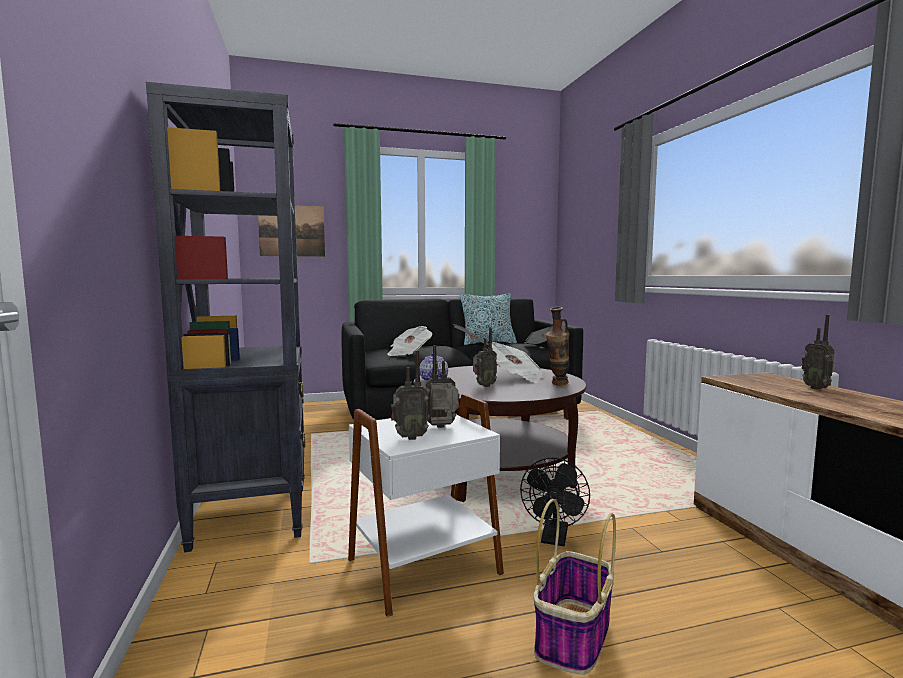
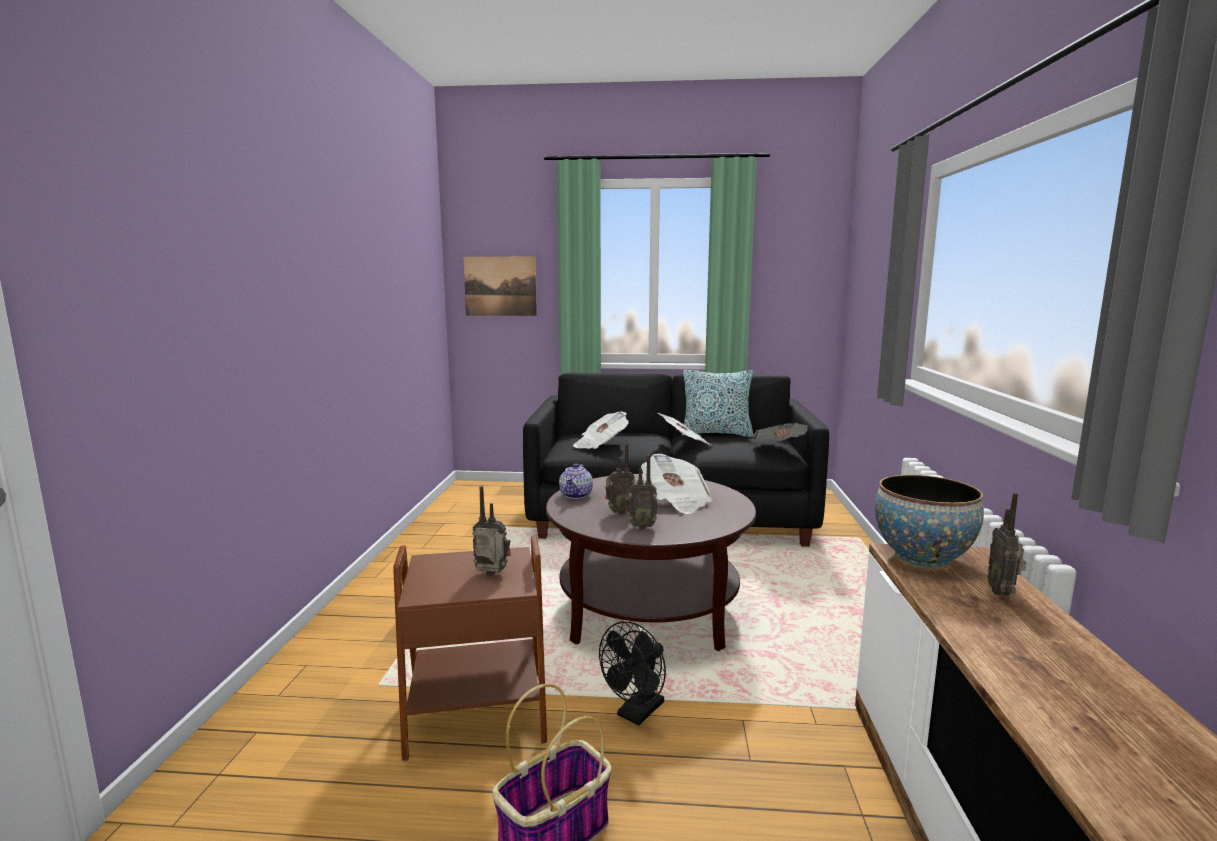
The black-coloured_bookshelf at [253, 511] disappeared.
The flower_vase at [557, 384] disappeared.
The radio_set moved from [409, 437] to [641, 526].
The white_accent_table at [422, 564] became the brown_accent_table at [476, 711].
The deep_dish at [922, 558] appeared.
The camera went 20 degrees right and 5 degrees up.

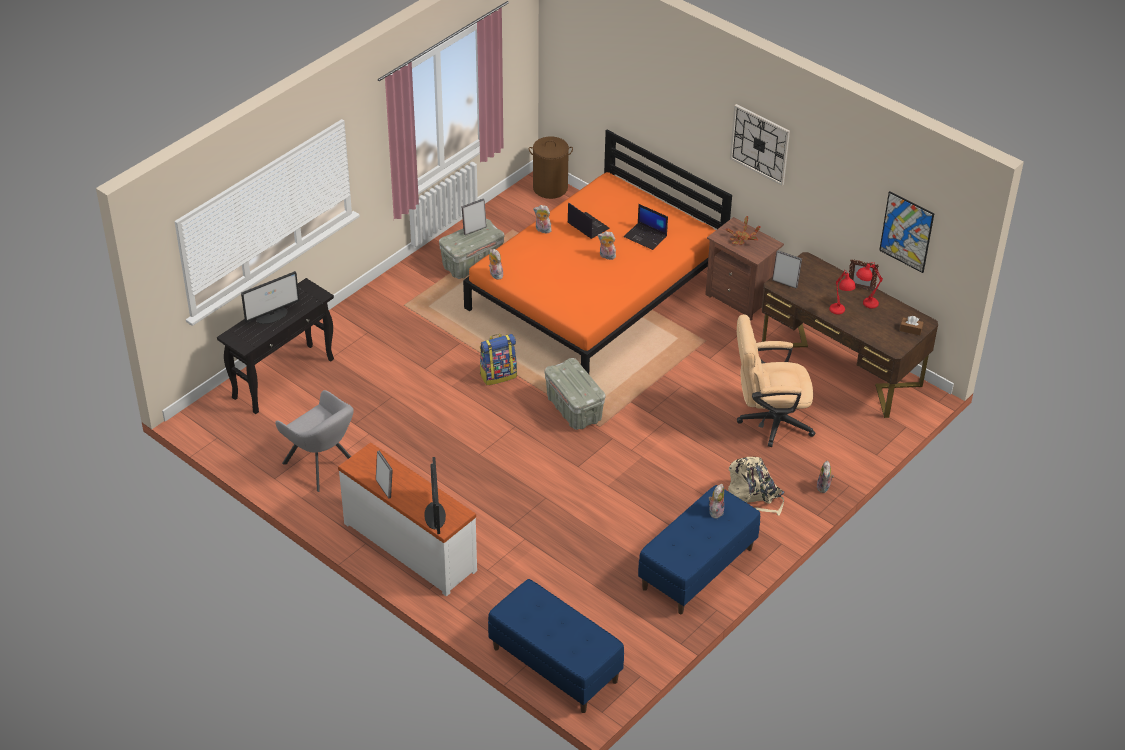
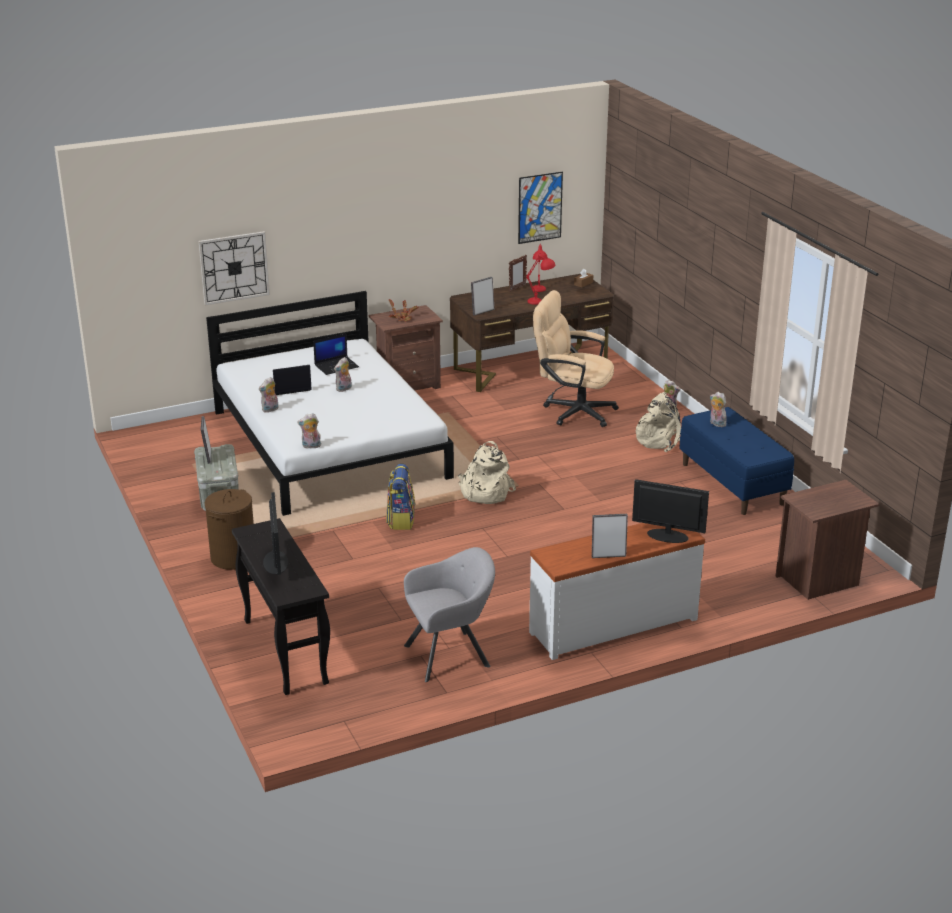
The hanging_clock moved from [760, 144] to [234, 267].
The orange-coloured_bed at [597, 291] became the white_bed at [330, 444].
The brown_laundry_basket moved from [550, 188] to [233, 557].
The beige_computer_chair at [768, 421] turned 90 degrees clockwise.
The grey_storage_bin at [574, 409] was replaced by the beige_backpack at [484, 492].
The blue_long_seat at [554, 665] was replaced by the brown_bedside_table at [819, 580].
The camera went 65 degrees left and 15 degrees down.

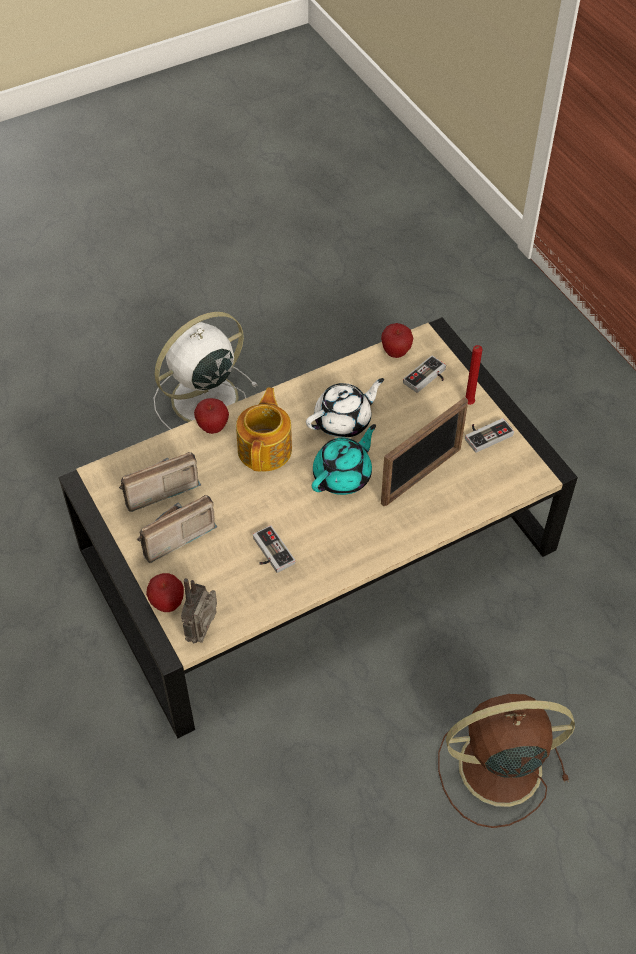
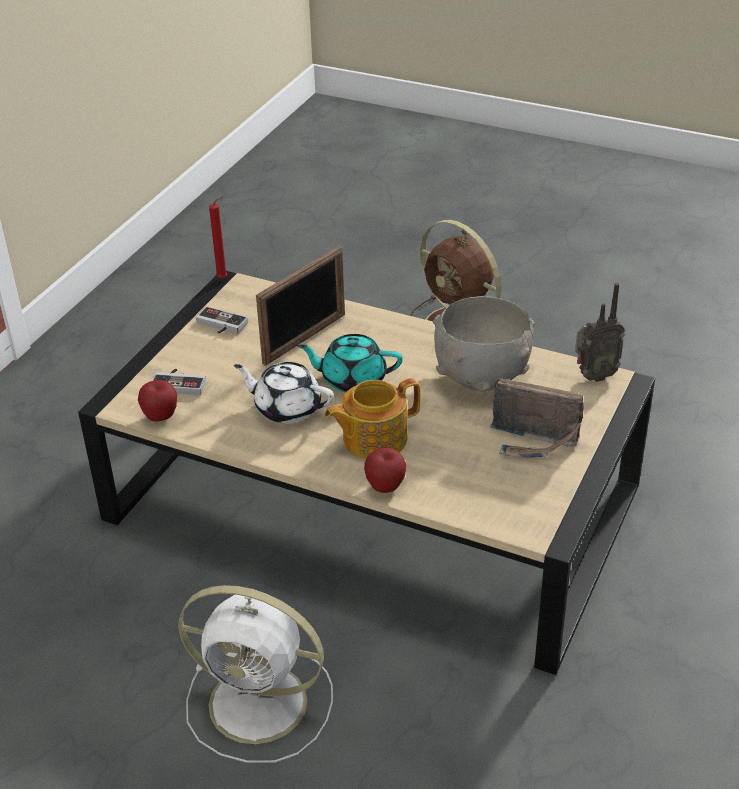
The red-coloured_wax_candle moved from [468, 404] to [224, 278].
The picture_frame at [421, 476] turned 120 degrees clockwise.
The radio_set at [156, 488] disappeared.
The game_controller at [269, 553] was replaced by the grey_deep_dish at [481, 380].
The apple at [167, 603] disappeared.
The camera went 125 degrees left and 15 degrees down.

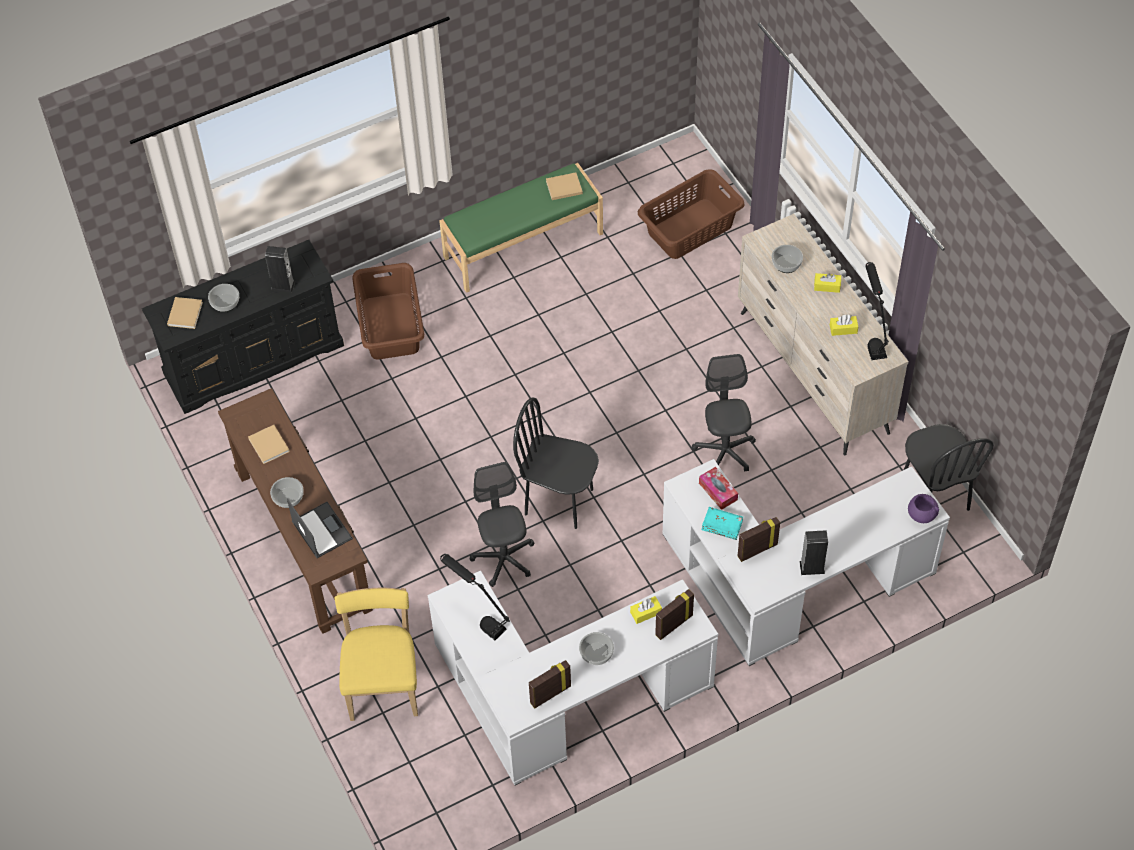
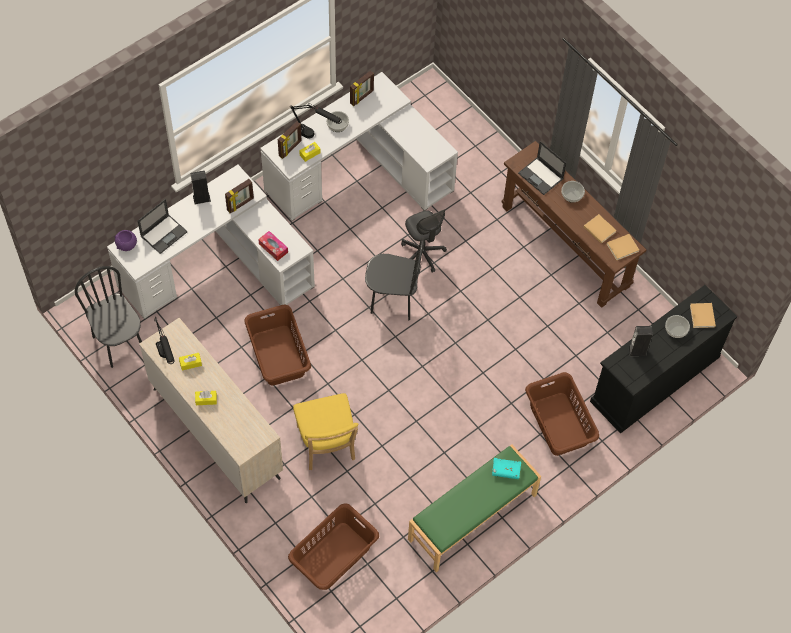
The beige_bound_book moved from [563, 187] to [623, 247].
The deep_dish at [786, 264] disappeared.
The grey_computer_chair at [724, 452] was replaced by the brown_laundry_basket at [278, 356].
The blue-green_bound_book moved from [722, 525] to [506, 470].
The black-coloured_lamp_for_a_table moved from [479, 617] to [316, 137].
The yellow-coloured_chair moved from [383, 683] to [326, 446].
The portable_computer at [164, 233] appeared.
The camera went 165 degrees right and 5 degrees up.

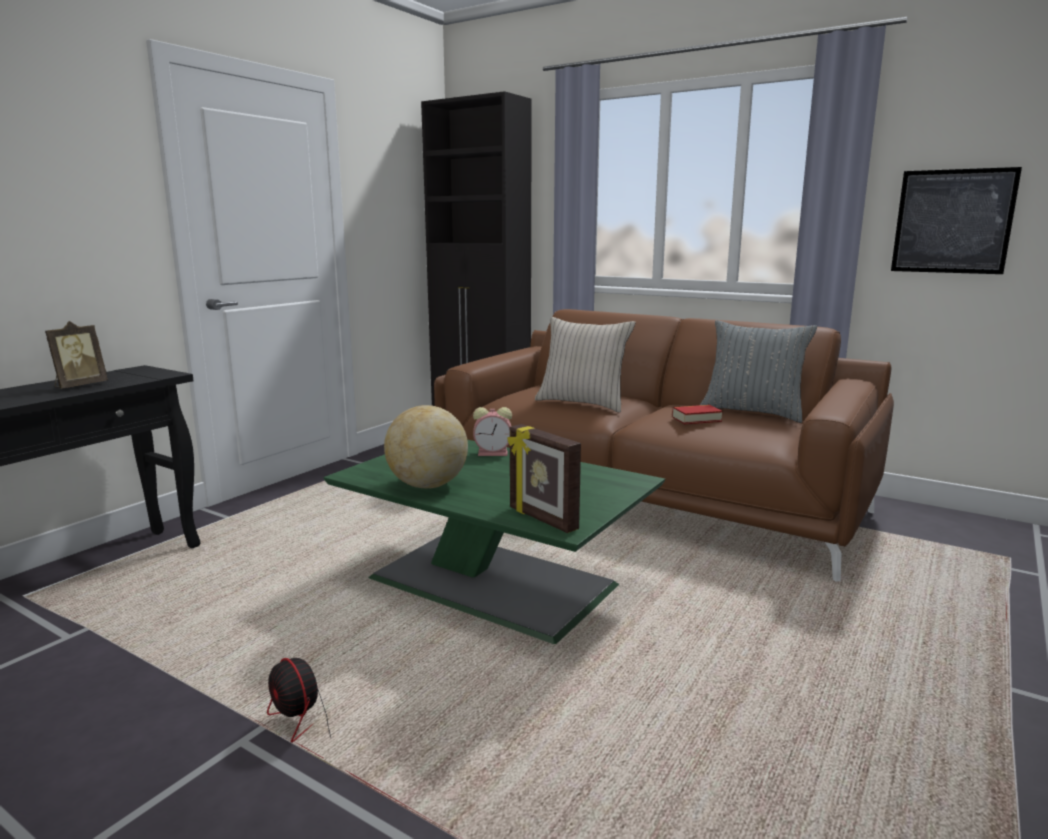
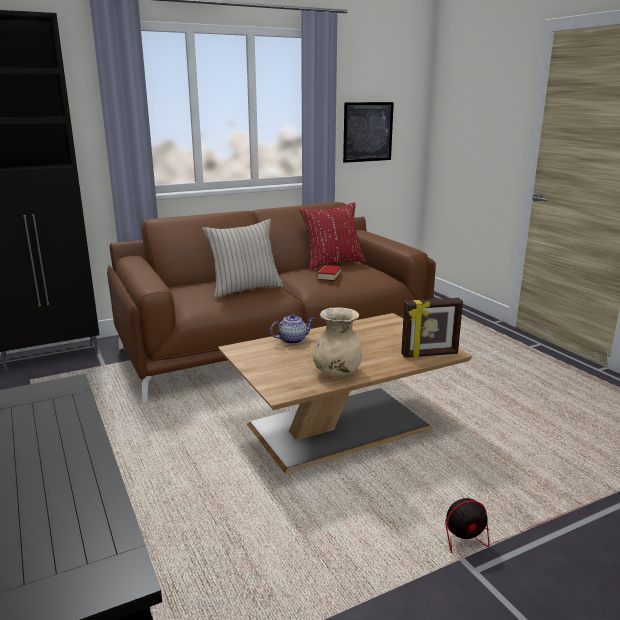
The grey_cushion at [752, 412] became the red-coloured_cushion at [332, 263].
The picture_frame at [79, 386] disappeared.
The world_globe at [427, 485] was replaced by the beige_flower_vase at [337, 373].
The table_clock at [494, 453] was replaced by the pot_for_tea at [293, 340].
The green_lounge_table at [497, 582] became the brown_lounge_table at [341, 425].
The camera went 60 degrees left and 5 degrees up.

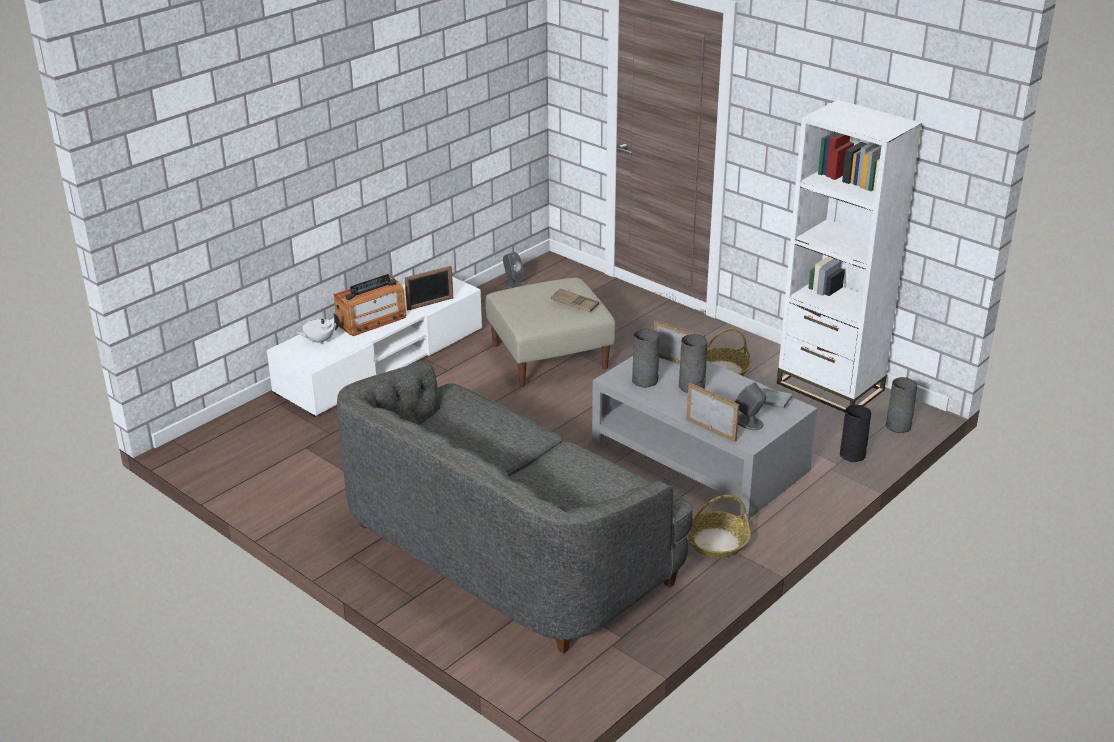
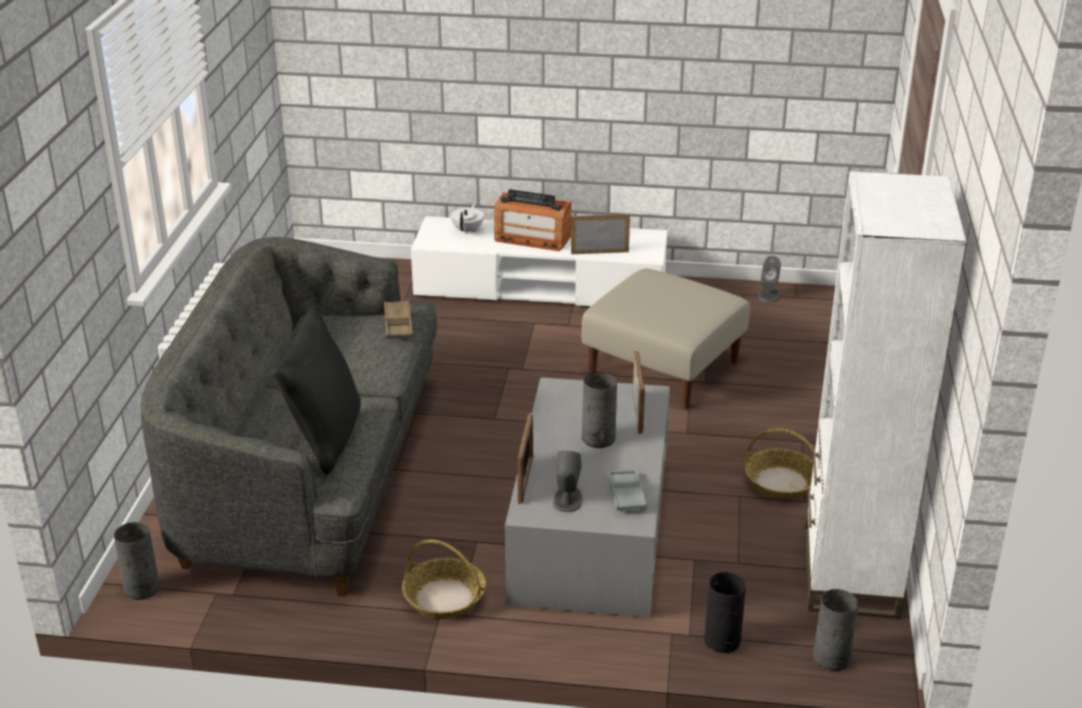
The picture_frame at [430, 304] turned 150 degrees clockwise.
The brown_carrying_tray moved from [574, 303] to [398, 324].
The white_pot_for_tea at [319, 340] turned 75 degrees clockwise.
The grey_flower_vase moved from [645, 381] to [141, 589].
The black-coloured_cushion at [324, 438] appeared.
The camera went 55 degrees right and 0 degrees up.

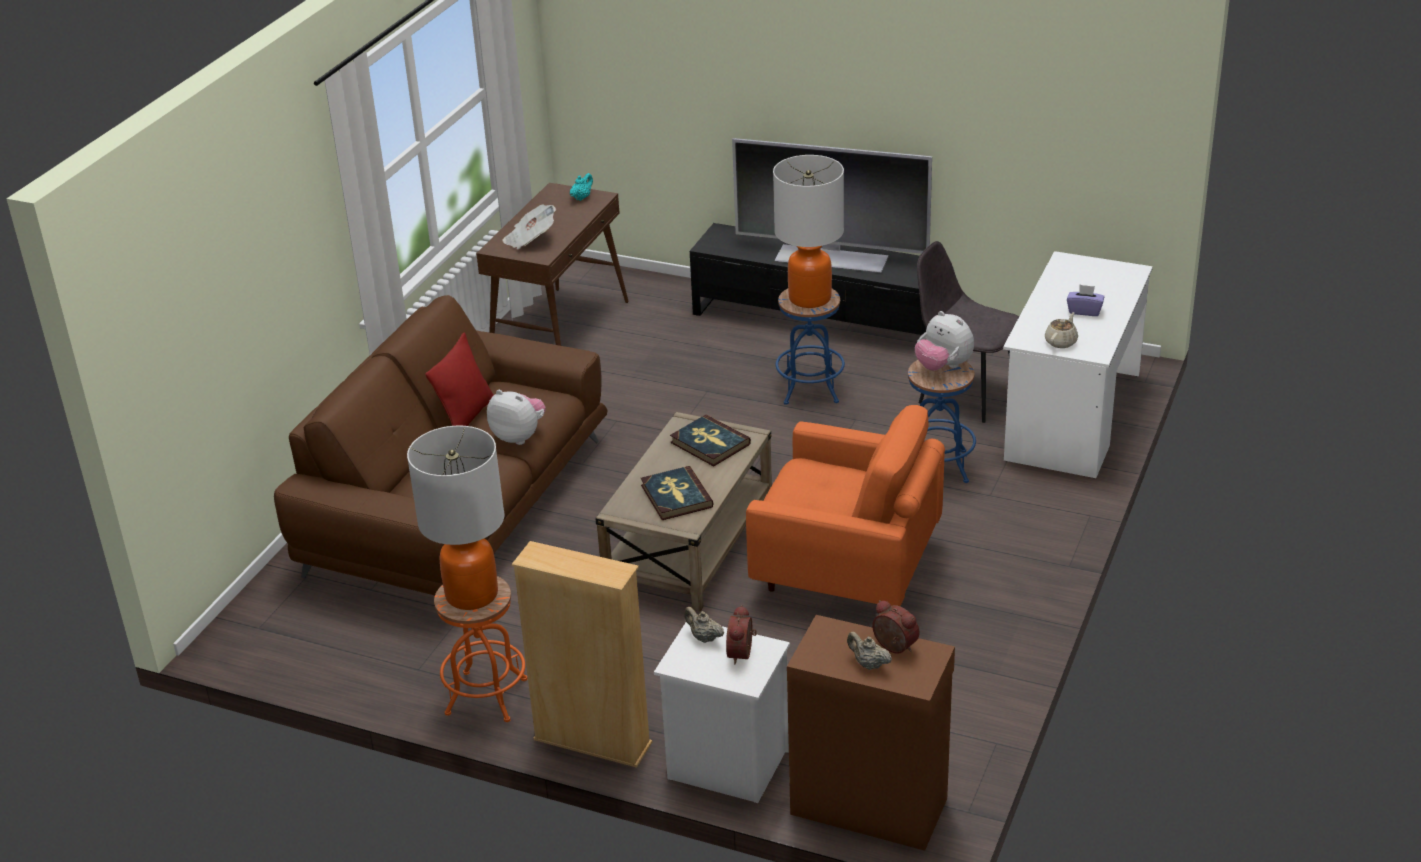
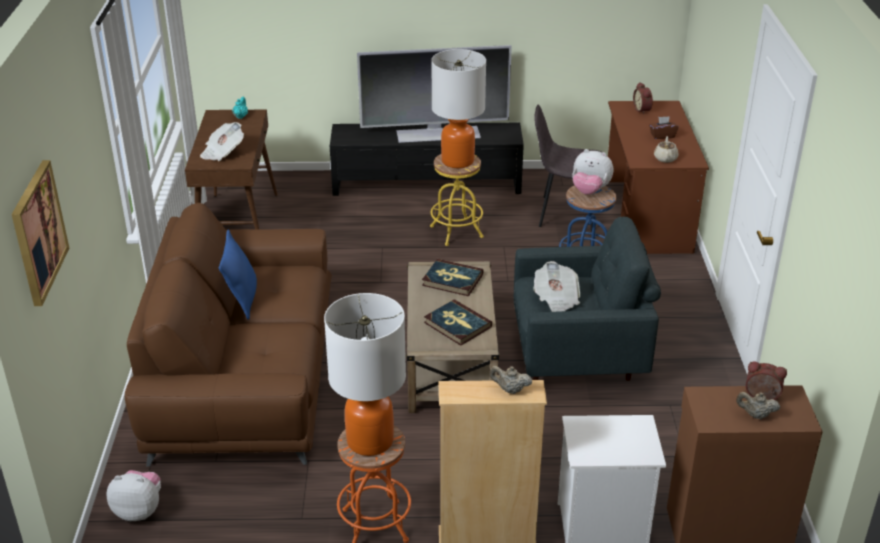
The white_desk_unit at [1072, 417] became the brown_desk_unit at [647, 216].
The purple_tissue_box at [1084, 311] became the brown_tissue_box at [662, 135].
The blue_sitting_stool at [810, 389] became the yellow-coloured_sitting_stool at [456, 232].
The red-coloured_cushion at [466, 417] became the blue_cushion at [242, 299].
The soft_toy moved from [519, 436] to [139, 510].
The orange-coloured_lounge_chair at [847, 570] became the grey_lounge_chair at [579, 354].
The table_clock moved from [743, 653] to [643, 110].
The beige_pot_for_tea moved from [704, 637] to [510, 390].
The wall_picture at [38, 232] appeared.
The daily_paper at [556, 299] appeared.
The camera went 25 degrees left and 0 degrees up.

